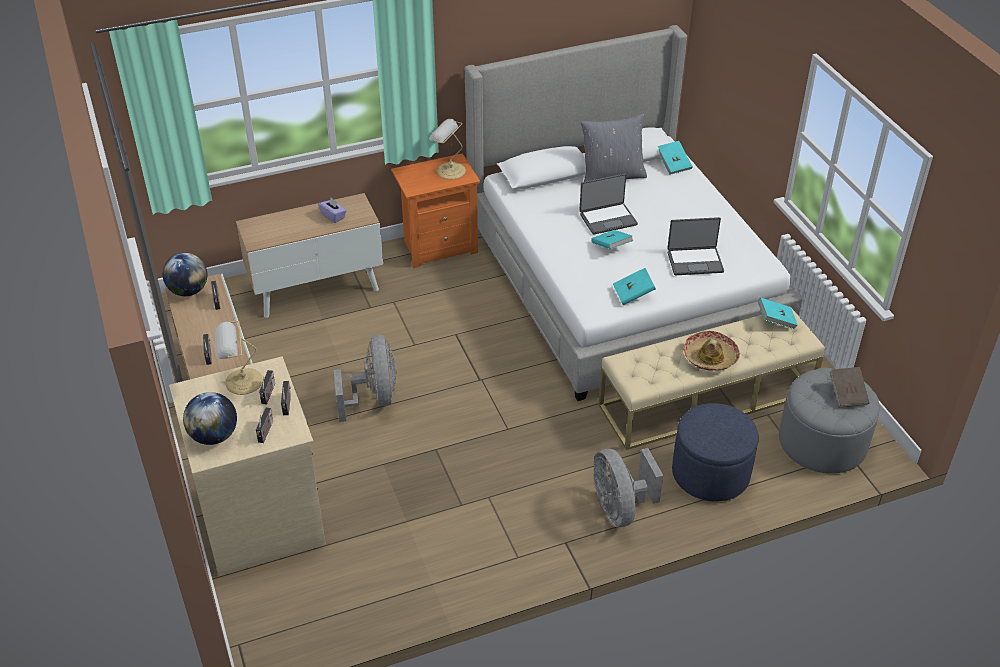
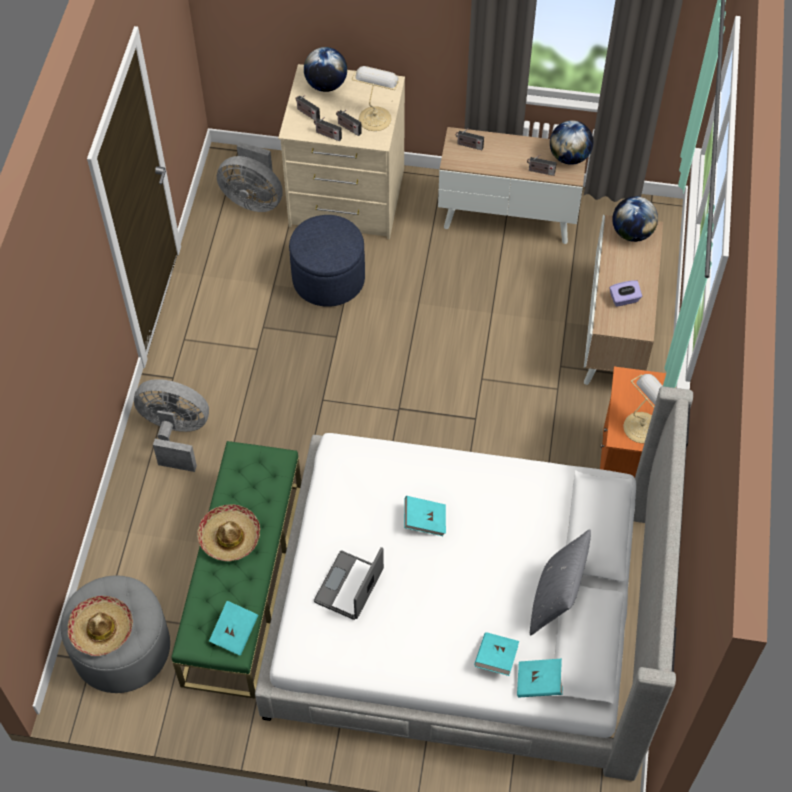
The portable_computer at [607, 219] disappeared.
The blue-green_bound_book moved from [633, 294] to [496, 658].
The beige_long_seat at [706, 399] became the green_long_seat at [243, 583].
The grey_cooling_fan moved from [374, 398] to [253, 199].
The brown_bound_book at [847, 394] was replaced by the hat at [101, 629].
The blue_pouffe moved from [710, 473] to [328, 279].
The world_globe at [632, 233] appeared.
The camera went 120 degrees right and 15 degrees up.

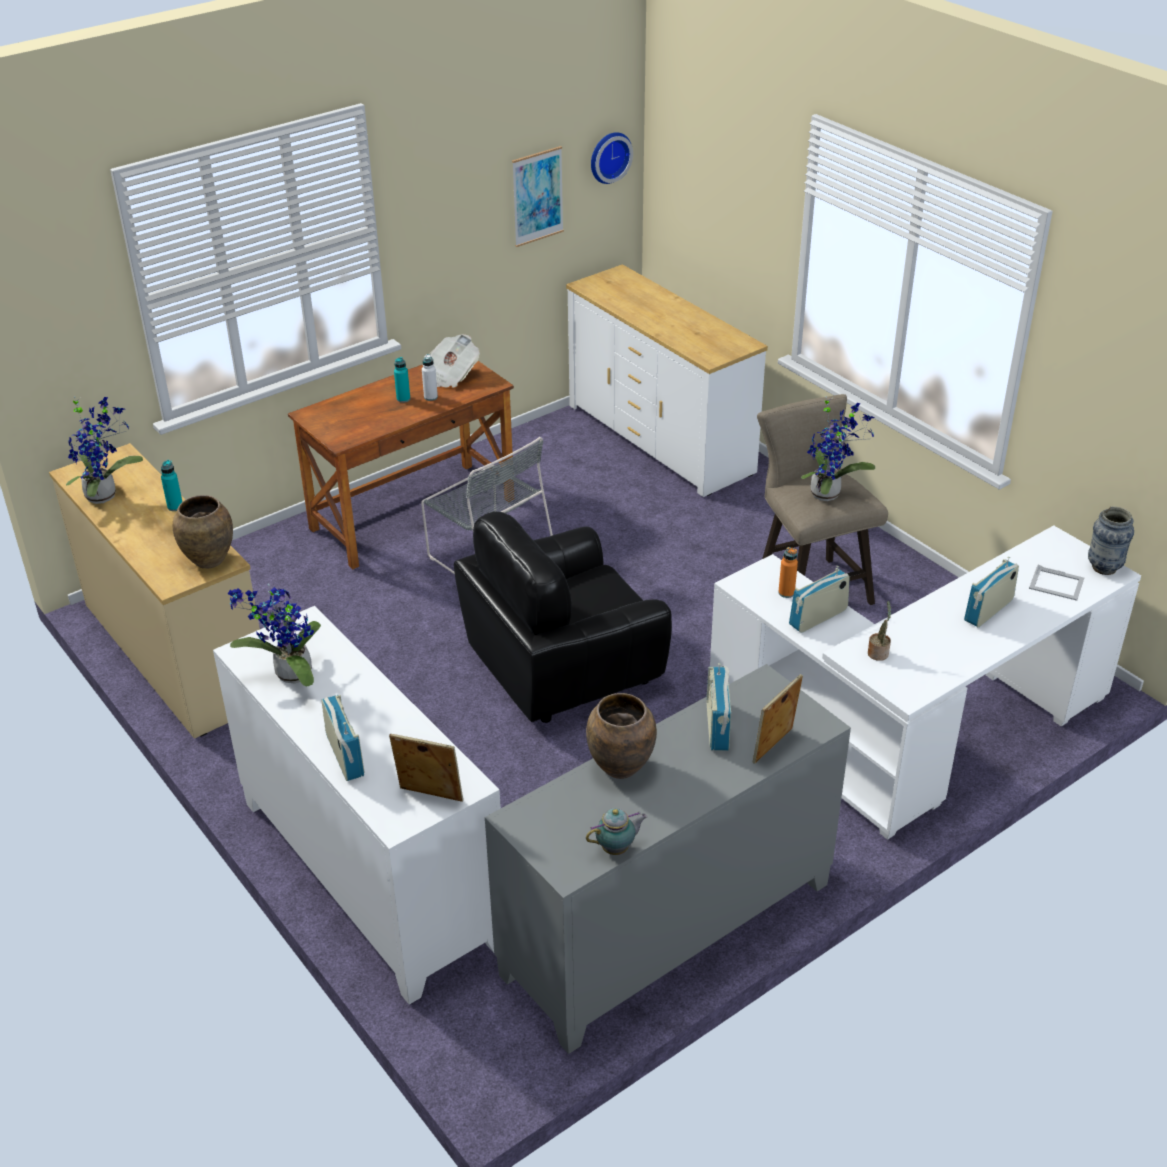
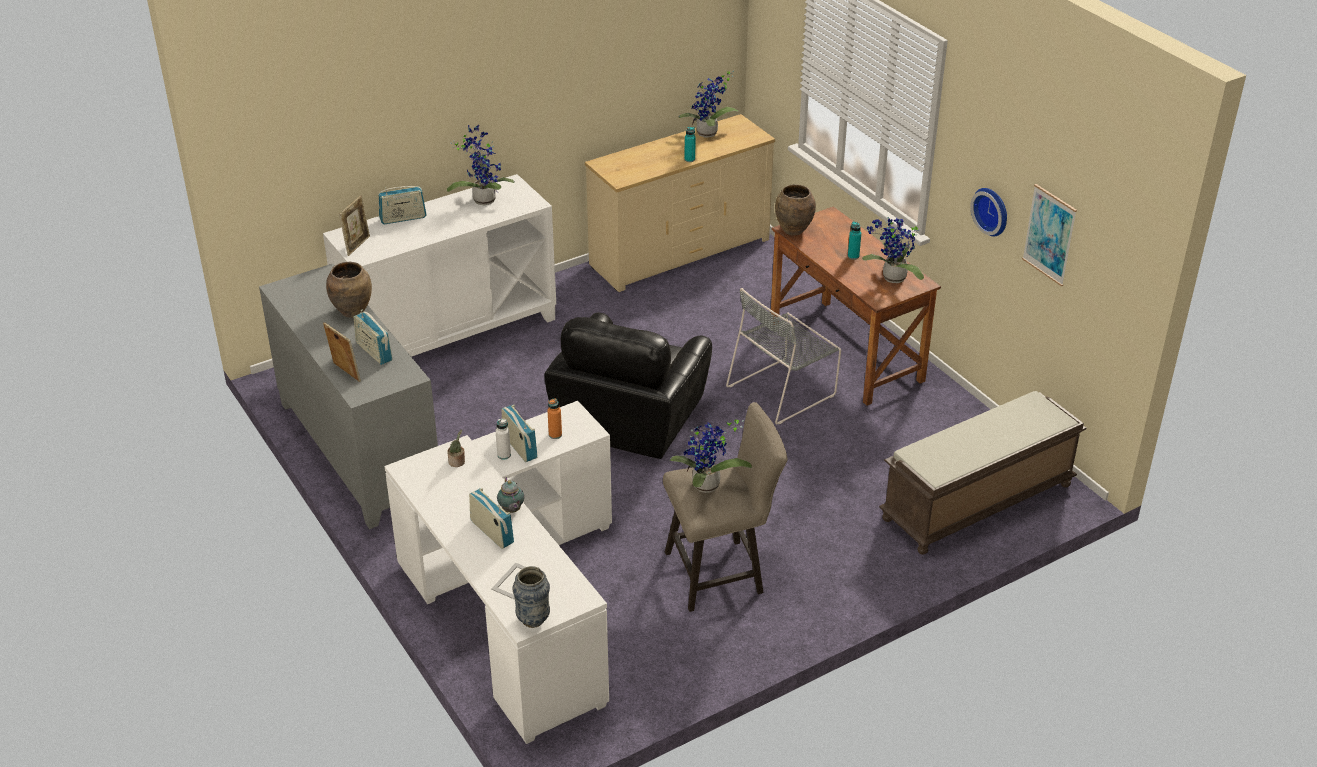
The hanging_clock moved from [608, 156] to [992, 210].
The white_dresser at [660, 438] was replaced by the brown_long_seat at [977, 503].
The daily_paper at [450, 376] was replaced by the potted_plant at [892, 279].
The white_bottle moved from [430, 397] to [504, 455].
The brown_flower_vase moved from [208, 560] to [793, 230].
The black-coloured_lounge_chair at [563, 669] turned 135 degrees counterclockwise.
The radio_set at [717, 726] turned 135 degrees counterclockwise.
The pot_for_tea moved from [617, 848] to [511, 510].
The camera went 95 degrees right and 0 degrees up.

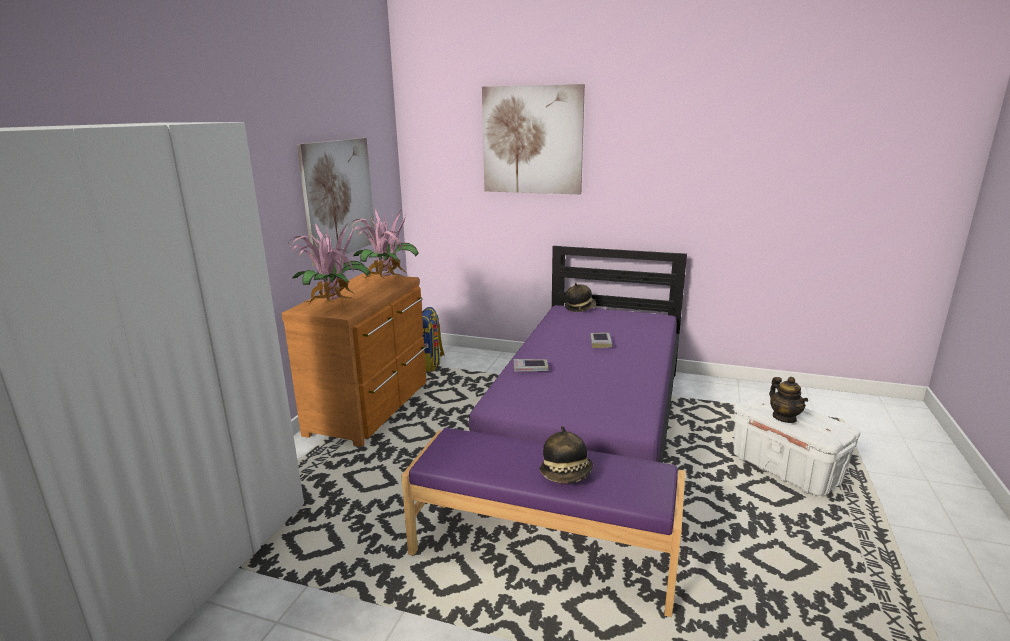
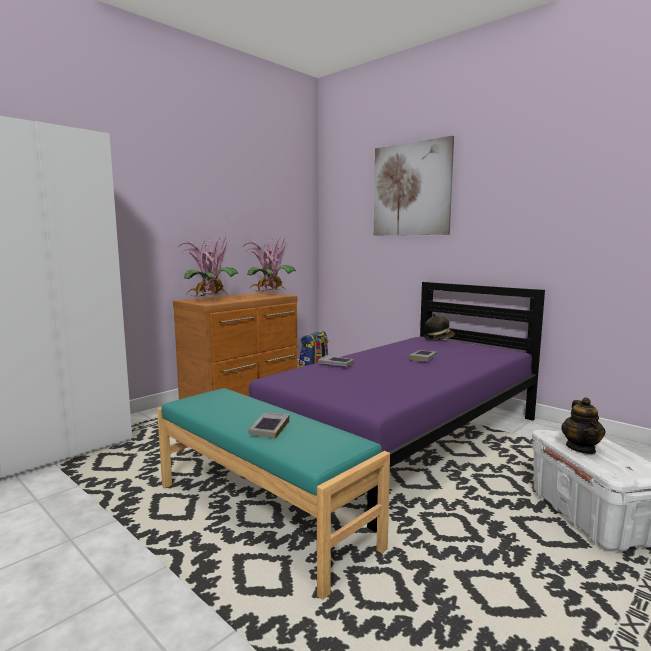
The wall_picture at [339, 198] disappeared.
The hat at [566, 474] was replaced by the bound_book at [269, 428].
The purple_long_seat at [542, 552] became the blue-green_long_seat at [263, 514].
The camera went 25 degrees right and 10 degrees down.

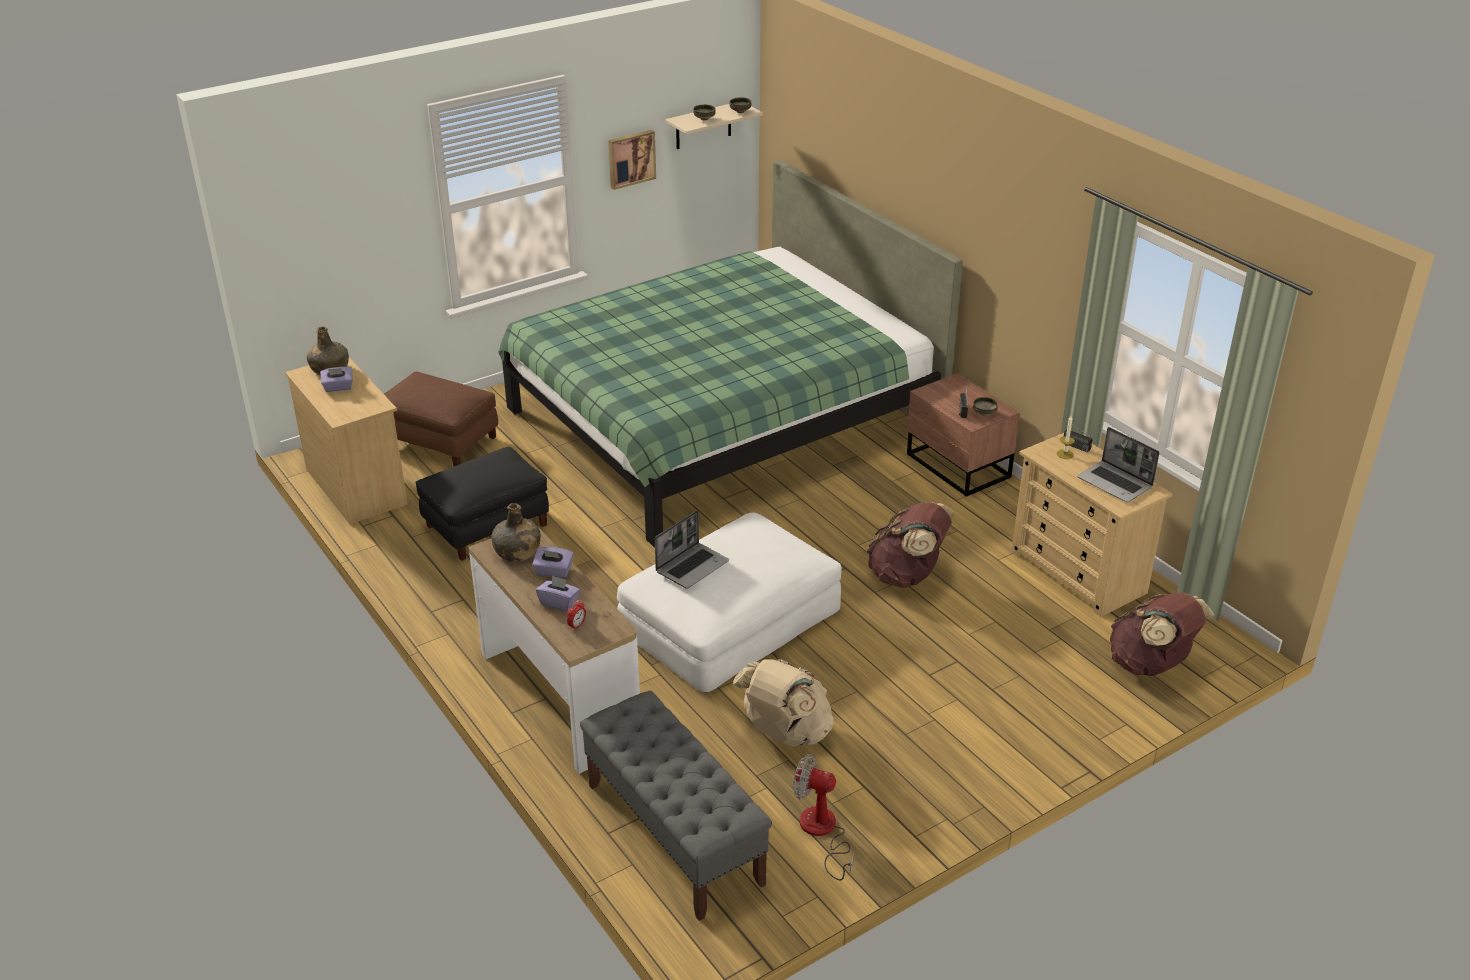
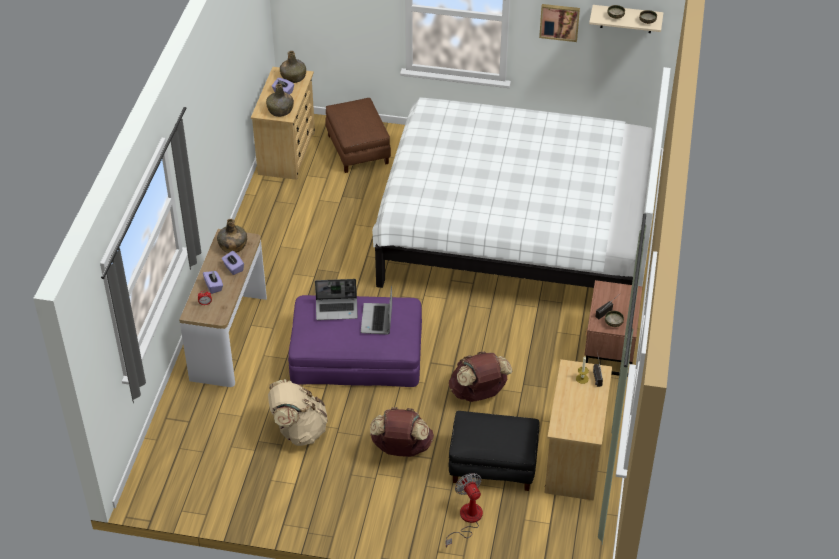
The green_bed at [720, 420] became the white_bed at [519, 228].
The portable_computer moved from [1115, 483] to [377, 320].
The black-coloured_pouffe moved from [486, 525] to [493, 464].
The white_pouffe at [730, 620] became the purple_pouffe at [356, 353].
The brown_backpack moved from [1150, 664] to [401, 449].
The grey_long_seat at [673, 833] disappeared.
The cooling_fan moved from [822, 832] to [467, 520].
The green_bottle at [280, 111] appeared.
The camera went 45 degrees right and 10 degrees up.

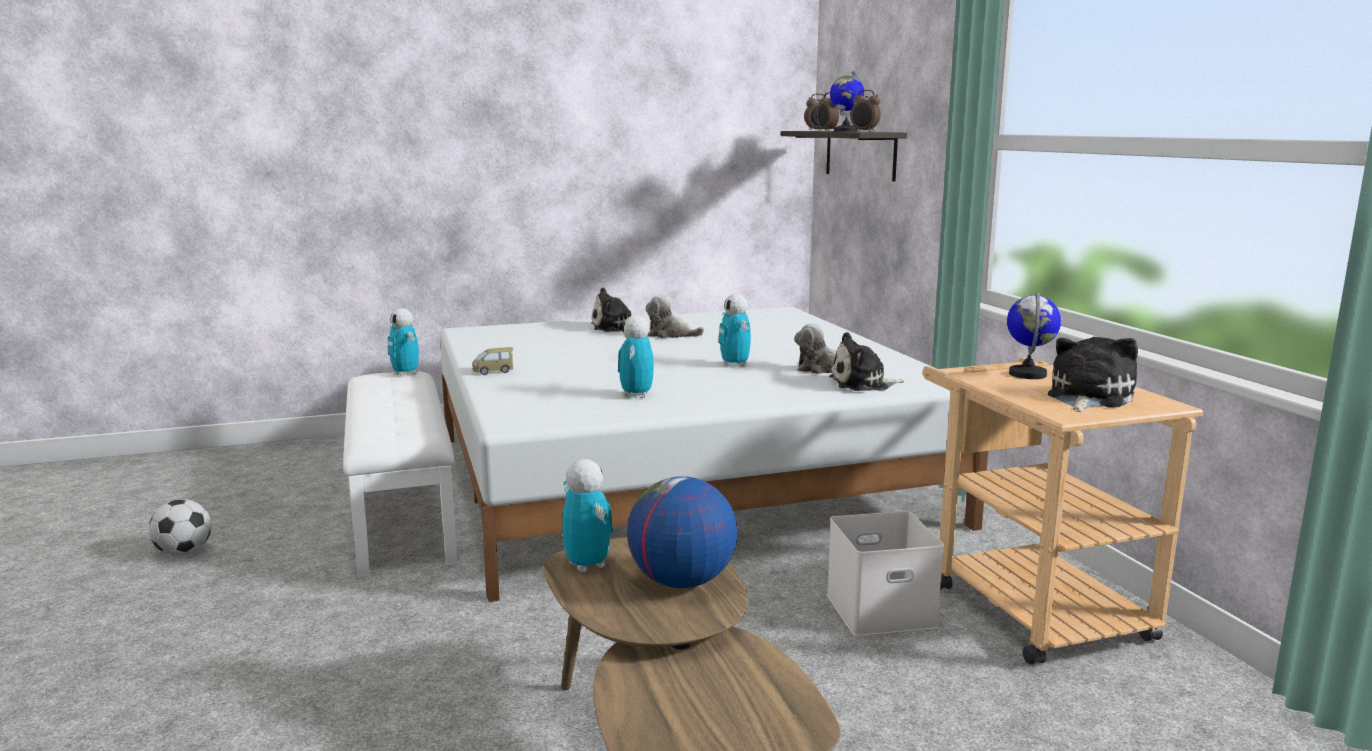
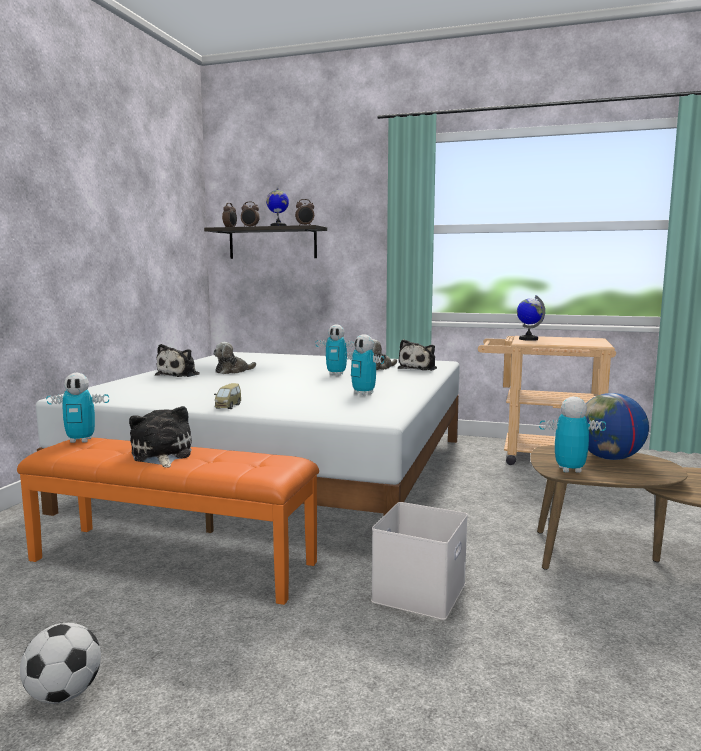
The soft_toy moved from [1087, 397] to [161, 455].
The white_long_seat at [404, 511] became the orange-coloured_long_seat at [174, 561].
The white_storage_bin moved from [879, 612] to [420, 593].
The camera went 55 degrees left and 5 degrees down.

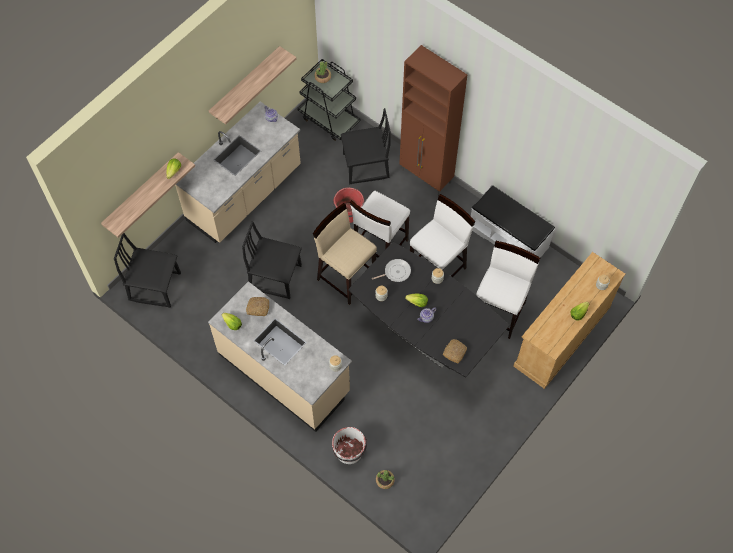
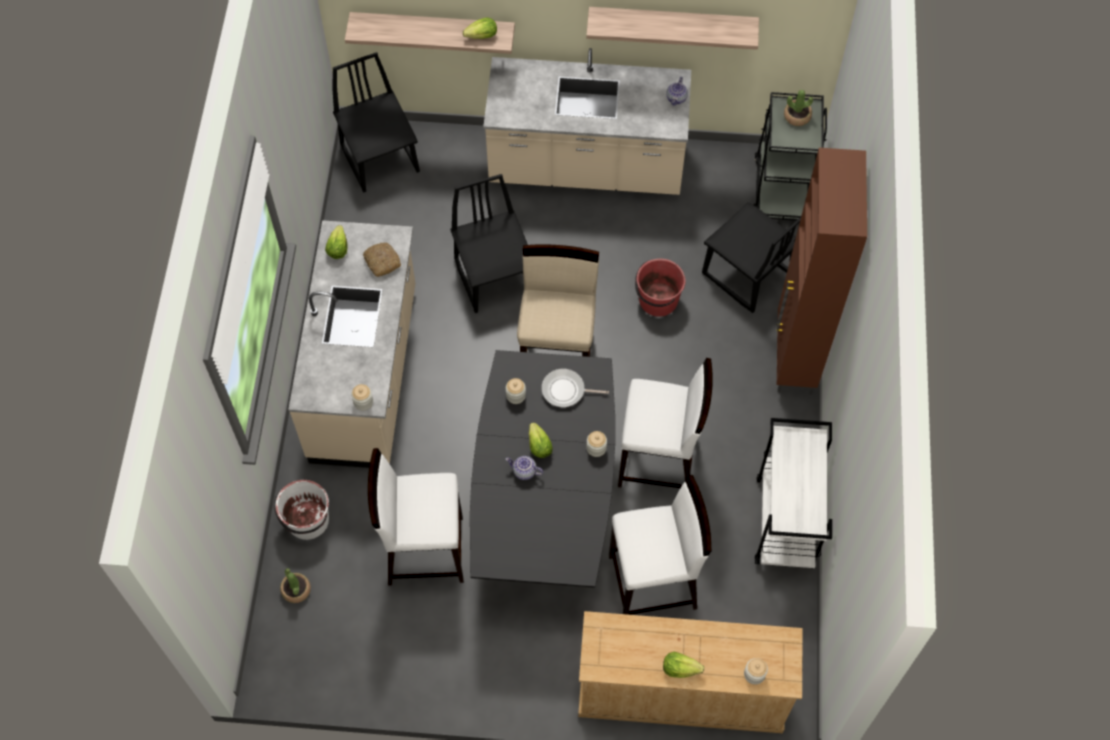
The white_long_seat at [508, 237] was replaced by the white_wheeled_cart at [785, 523].
The white_sitting_stool moved from [379, 247] to [424, 550].
The pan at [395, 272] turned 150 degrees clockwise.
The bread at [454, 352] disappeared.
The camera went 55 degrees right and 0 degrees up.

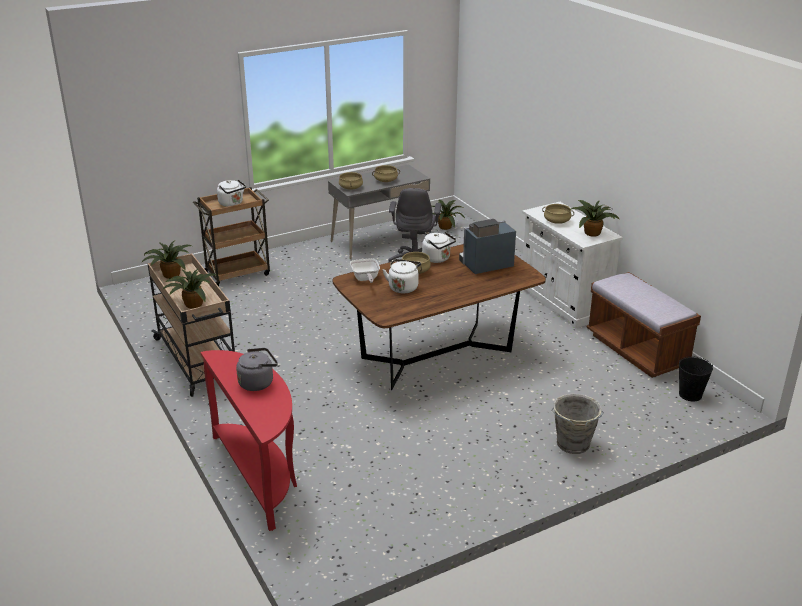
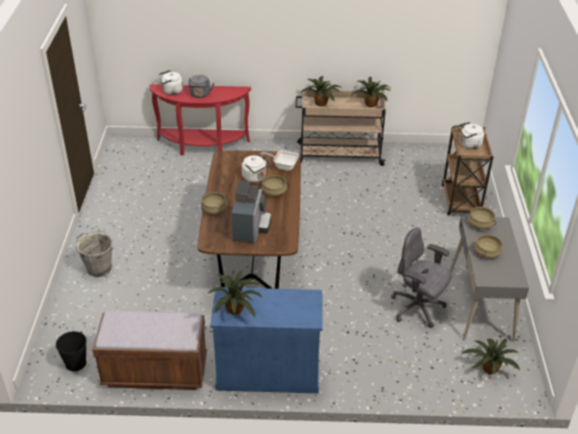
The white_cupboard at [563, 302] became the blue_cupboard at [268, 372].
The beige_stockpot moved from [557, 221] to [214, 210].
The white_kettle moved from [438, 259] to [171, 91].
The camera went 120 degrees right and 10 degrees up.

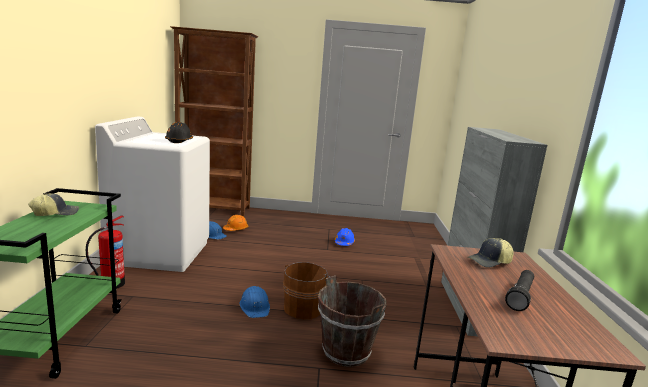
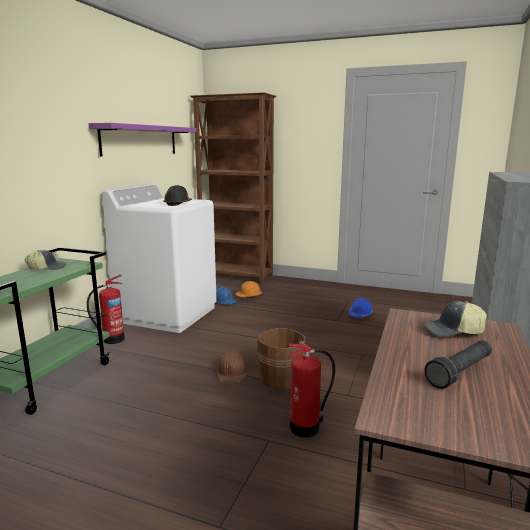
The brown_bucket at [346, 351] was replaced by the extinguisher at [307, 428].
The blue_work_helmet at [255, 306] became the brown_work_helmet at [232, 371].
The purple_bracket_shelf at [140, 140] appeared.
The camera went 20 degrees right and 0 degrees up.

